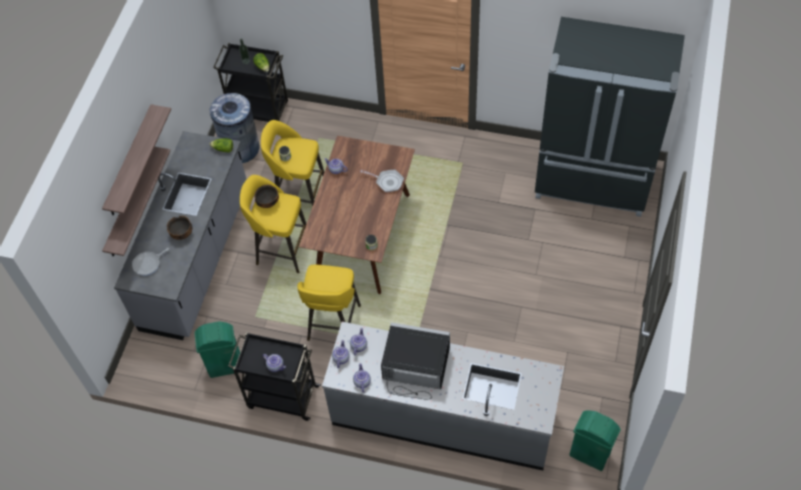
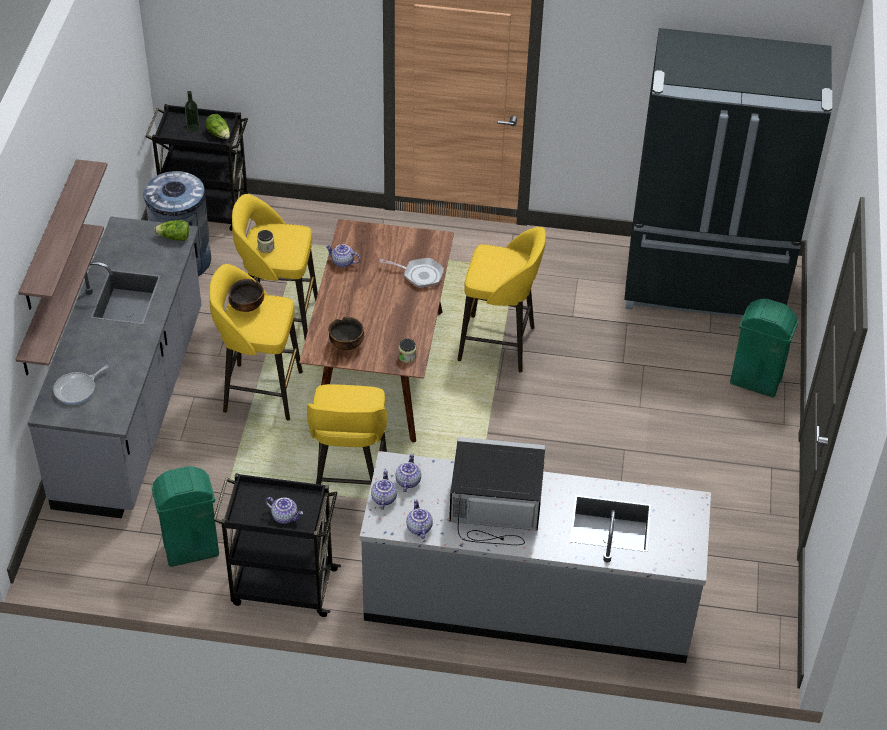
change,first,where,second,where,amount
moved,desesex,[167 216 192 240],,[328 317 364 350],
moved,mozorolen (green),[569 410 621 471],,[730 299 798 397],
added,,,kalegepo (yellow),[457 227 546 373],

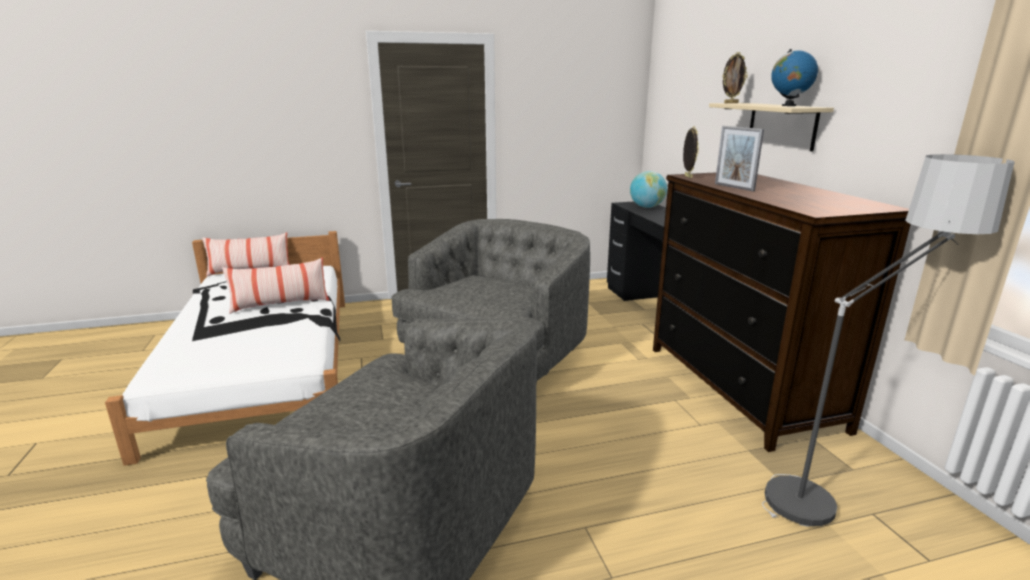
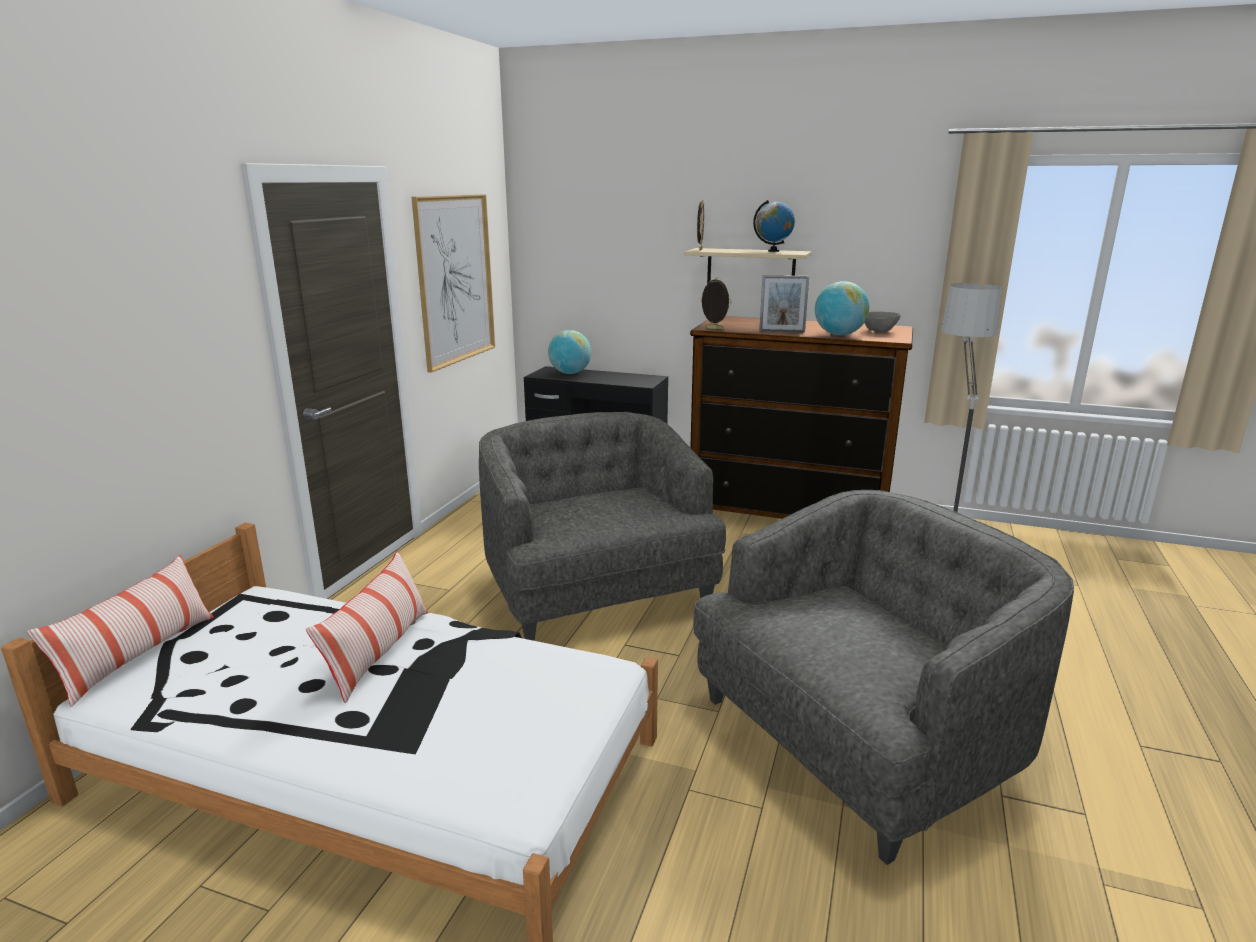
change,first,where,second,where,amount
added,,,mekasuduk,[412 194 495 373],
added,,,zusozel,[815 281 869 335],
added,,,desesex (grey),[865 311 901 332],

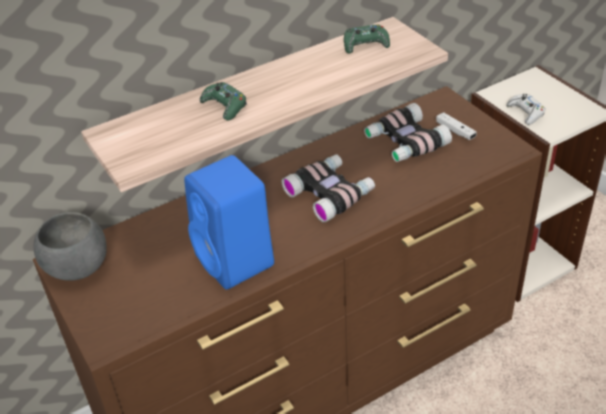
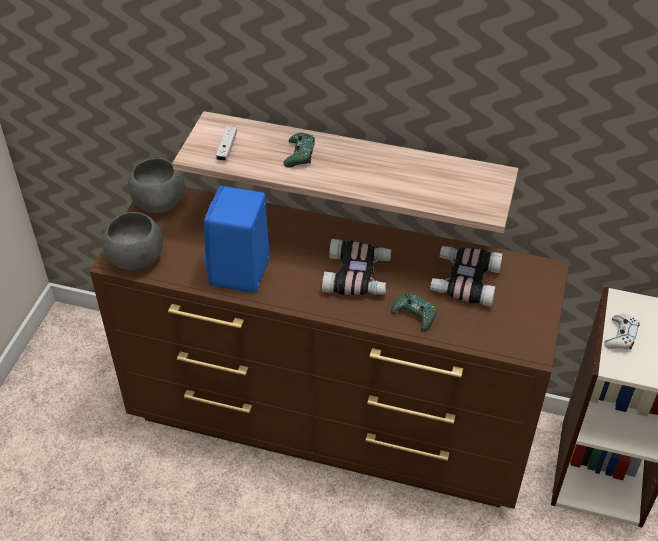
change,first,where,second,where,amount
moved,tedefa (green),[344 25 390 54],,[391 293 437 331],
moved,tedefa (white),[436 112 477 140],,[216 126 237 161],
added,,,desesex (grey),[102 212 163 270],

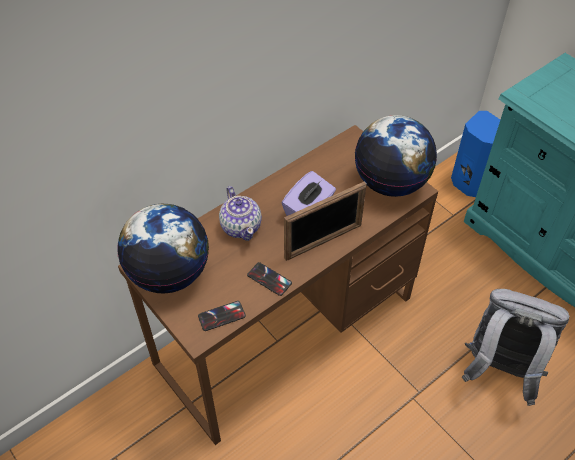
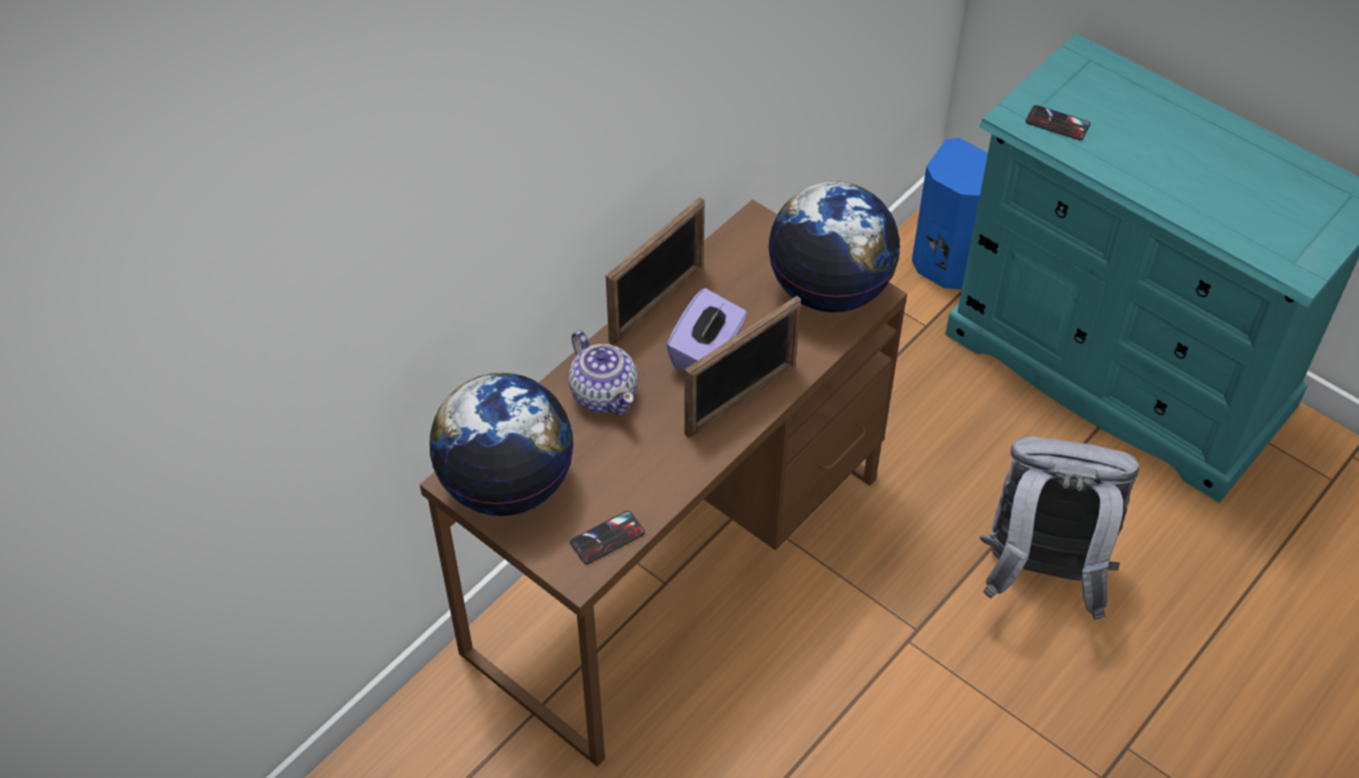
change,first,where,second,where,amount
moved,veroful,[247 262 292 296],,[1026 105 1090 140],
added,,,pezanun,[606 197 705 345],

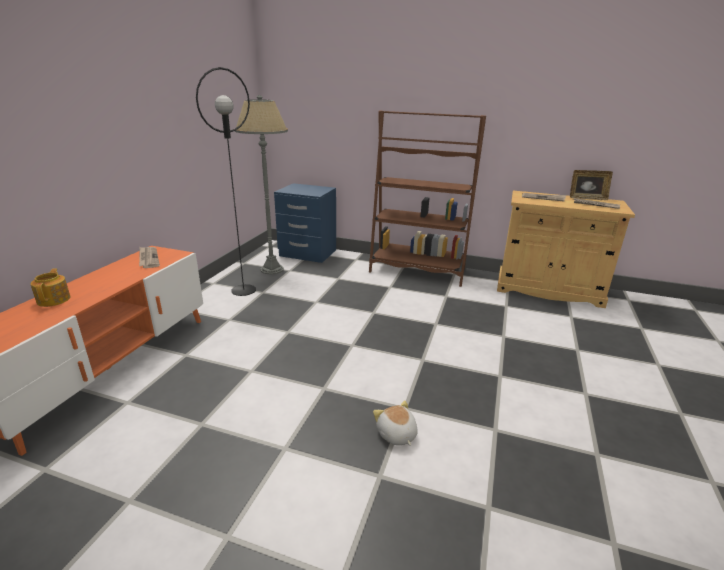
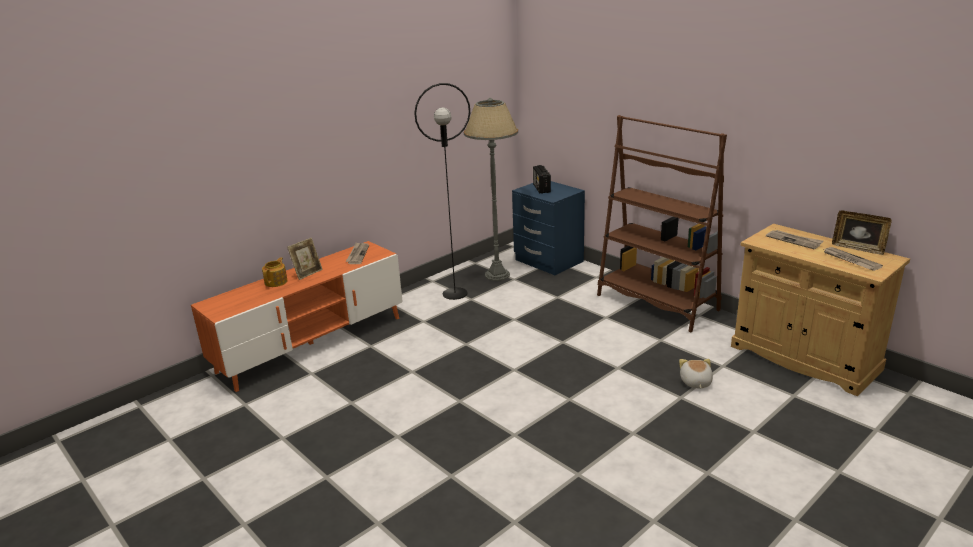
change,first,where,second,where,amount
moved,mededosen,[373 400 418 446],,[679 359 713 389],
added,,,pezanun,[287 238 323 280],
added,,,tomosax,[533 165 551 194],

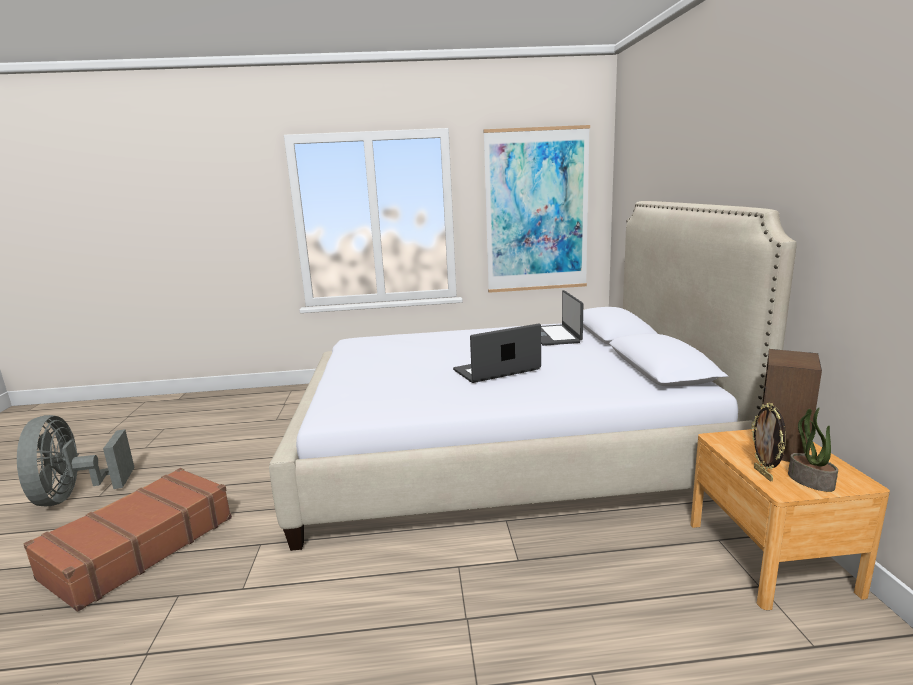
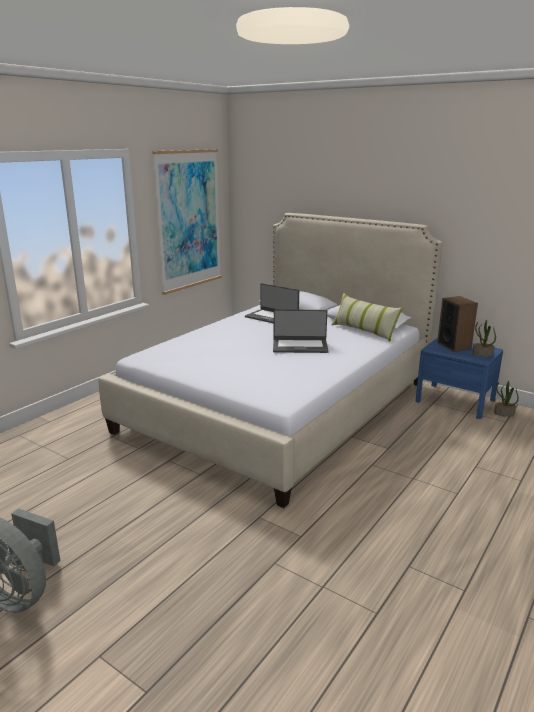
change,first,where,second,where,amount
removed,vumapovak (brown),[24 468 232 612],,,
turned,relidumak,[453 323 541 383],,[273 309 329 353],105 degrees counterclockwise
recoloured,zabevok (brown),[690 429 890 610],zabevok (blue),[416 337 503 419],
removed,pezanun,[751 403 786 481],,,
added,,,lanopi,[332 293 403 341],
added,,,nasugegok,[494 381 519 417],

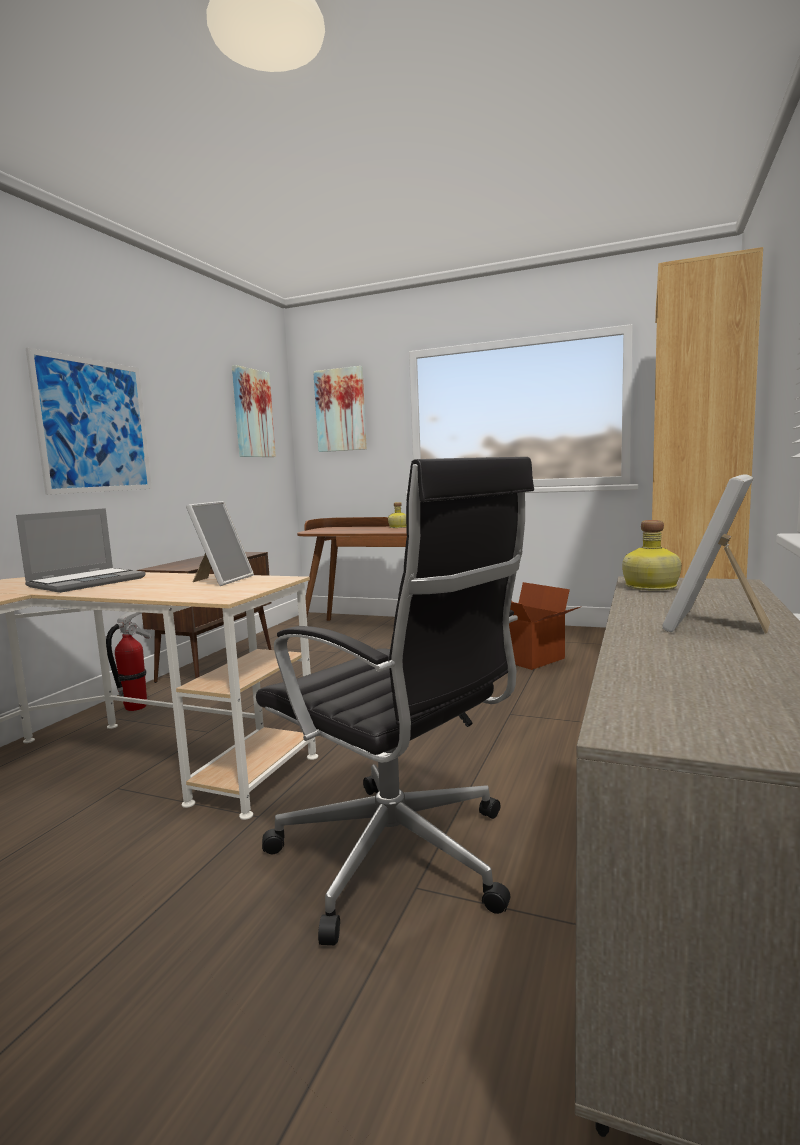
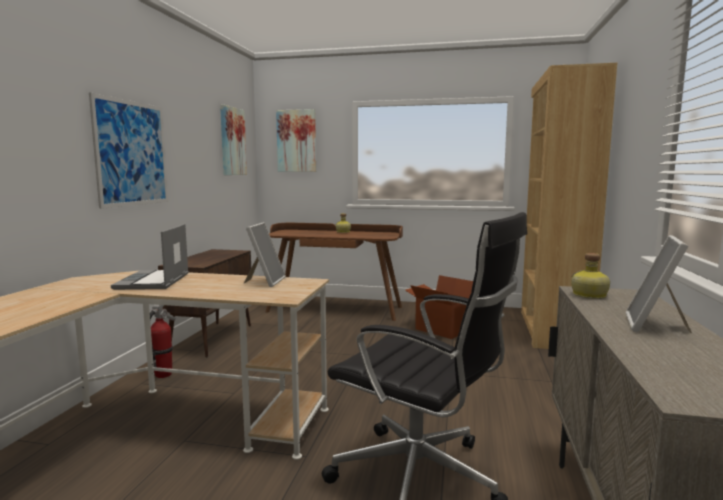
change,first,where,second,where,amount
turned,relidumak,[16 508 146 593],,[111 224 189 290],150 degrees clockwise

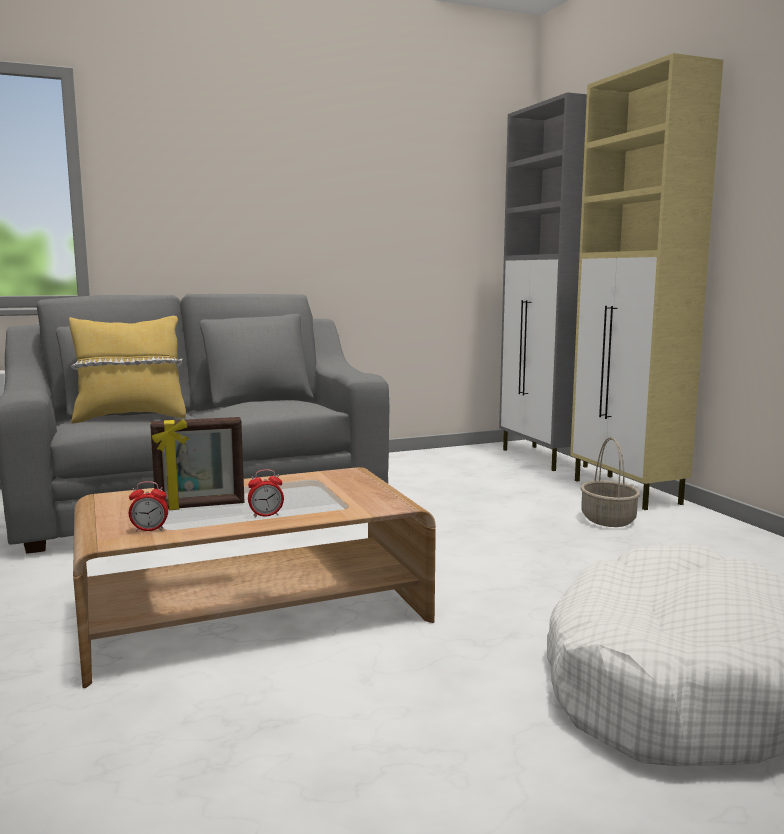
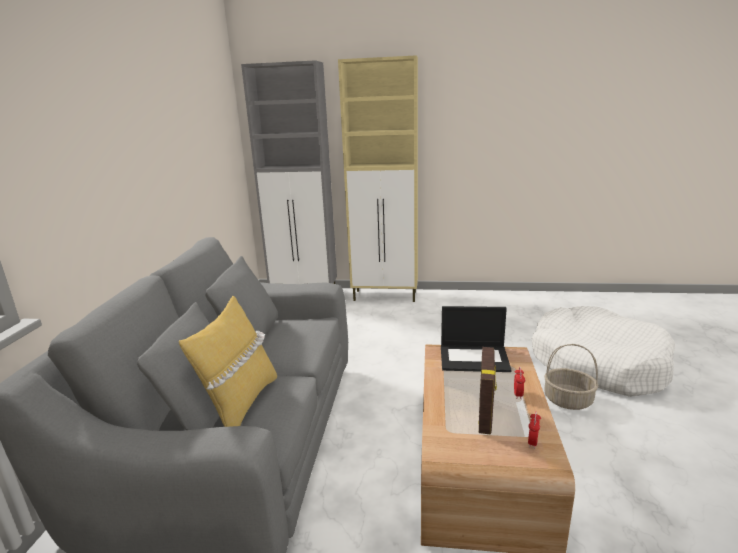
change,first,where,second,where,amount
moved,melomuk,[580 437 640 527],,[544 344 598 410],
added,,,relidumak,[441 306 512 372],

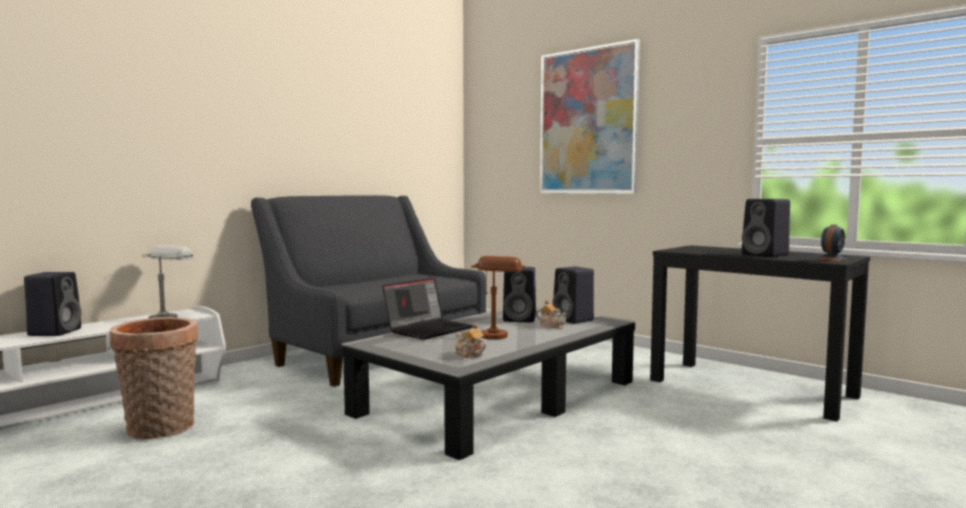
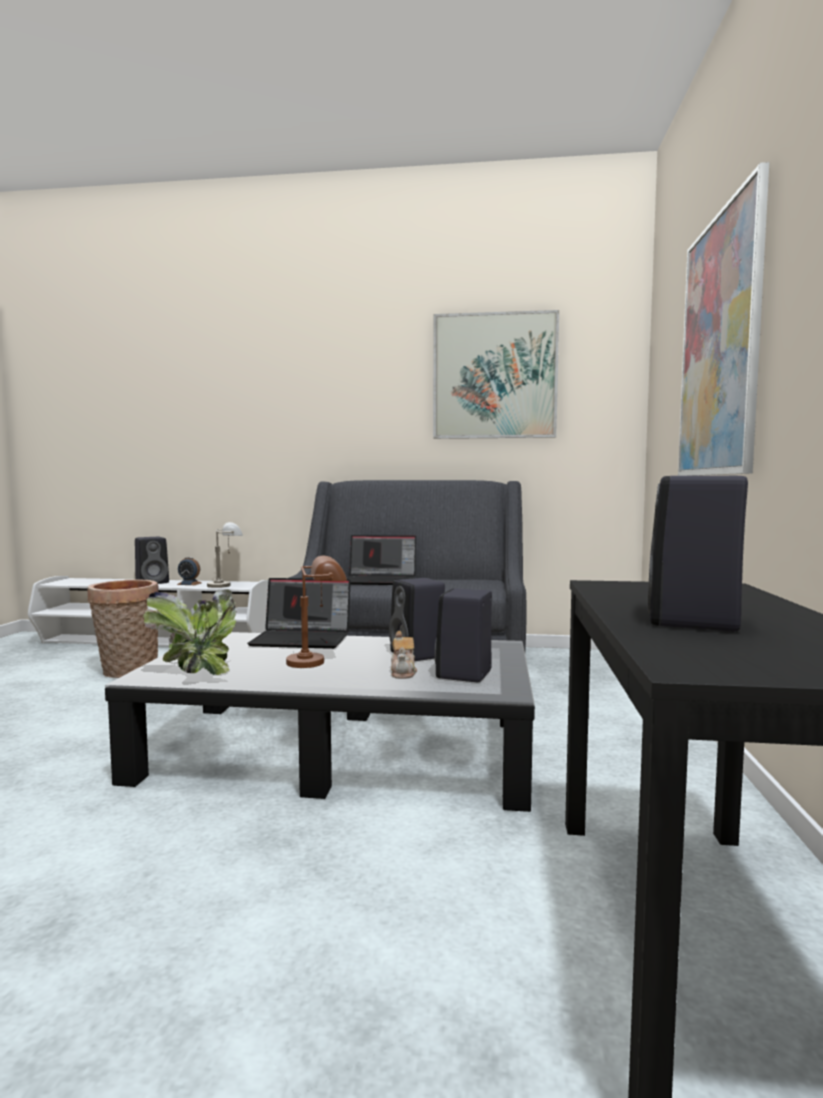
change,first,where,second,where,amount
replaced,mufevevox,[455 323 487 358],nasugegok,[143 589 237 675],
moved,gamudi,[817 224 846 262],,[177 557 201 585],
added,,,relidumak,[347 535 416 585],
added,,,mekasuduk,[433 310 559 439],

